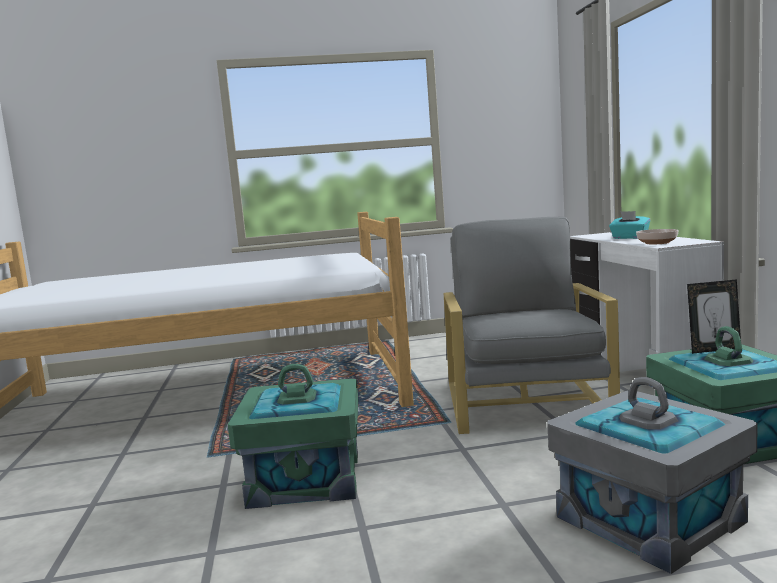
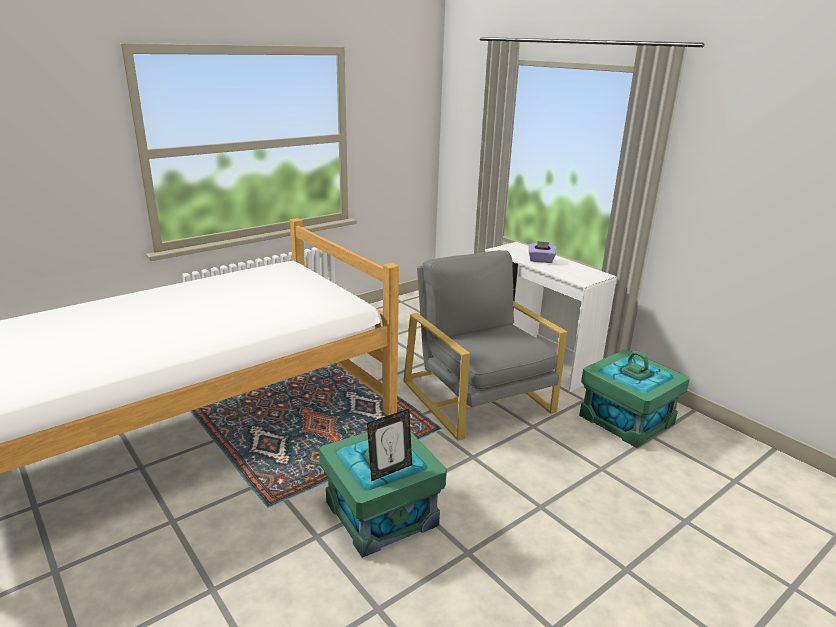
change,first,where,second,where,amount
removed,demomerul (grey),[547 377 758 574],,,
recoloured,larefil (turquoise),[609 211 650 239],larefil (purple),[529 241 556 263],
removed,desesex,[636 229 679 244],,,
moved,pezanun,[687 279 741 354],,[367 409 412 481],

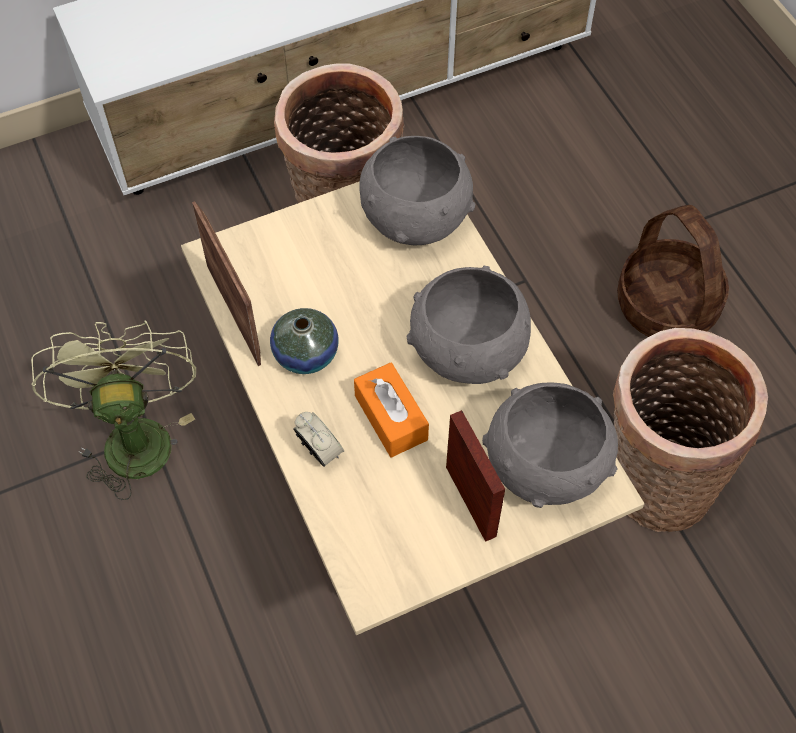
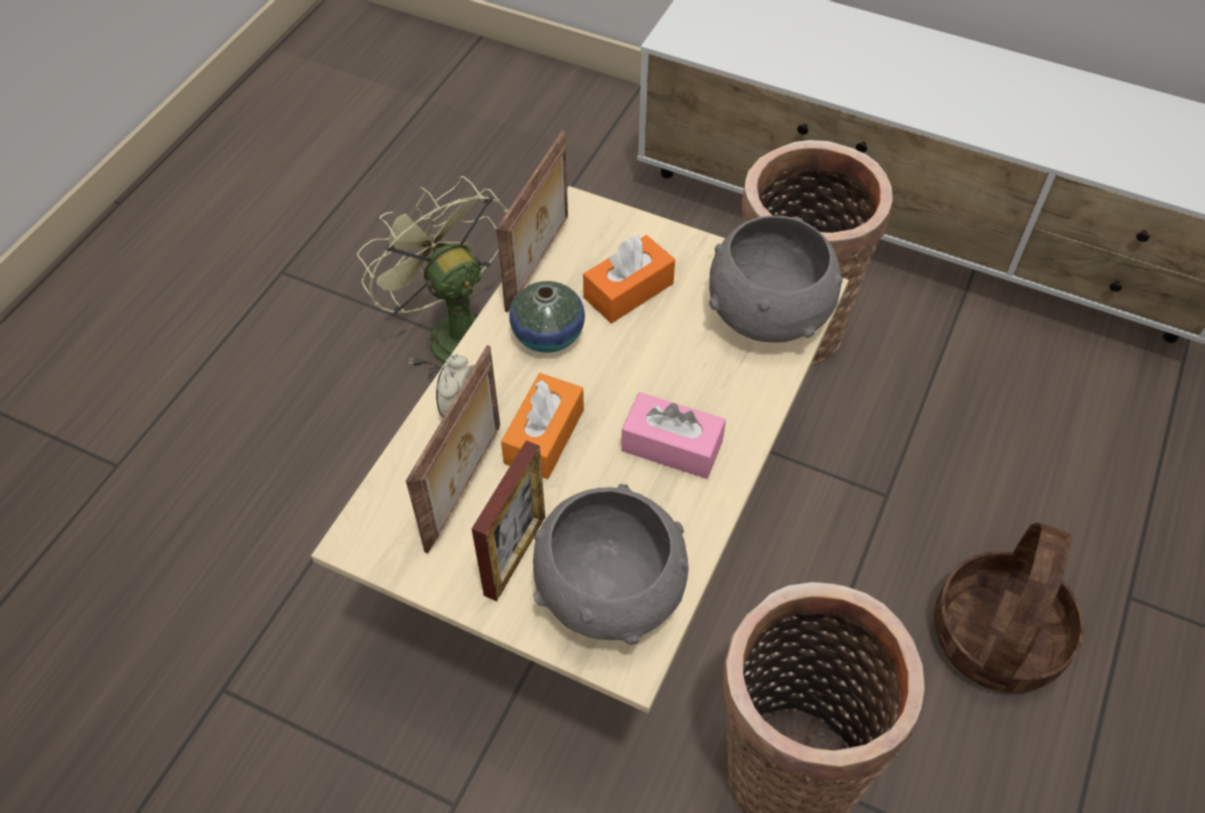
change,first,where,second,where,amount
turned,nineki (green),[31 320 196 500],,[357 176 508 381],75 degrees counterclockwise
replaced,desesex (grey),[407 266 531 384],larefil (pink),[621 392 726 479],
added,,,pezanun,[406 345 500 554],
added,,,larefil (orange),[583 235 675 323],

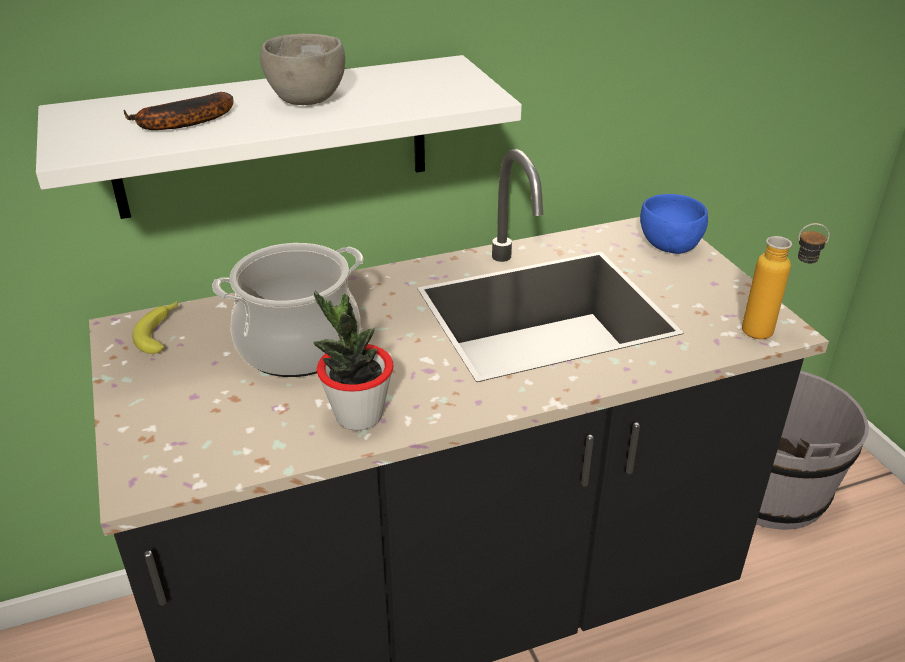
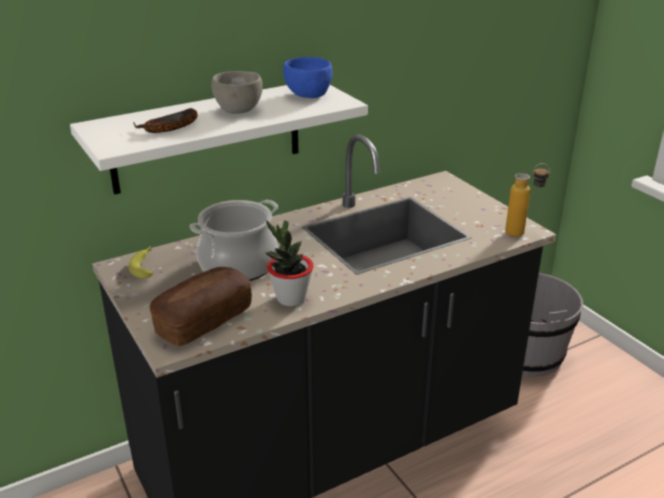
change,first,where,second,where,amount
moved,desesex (blue),[640 194 708 254],,[283 57 332 98],
added,,,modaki,[150 267 252 346],

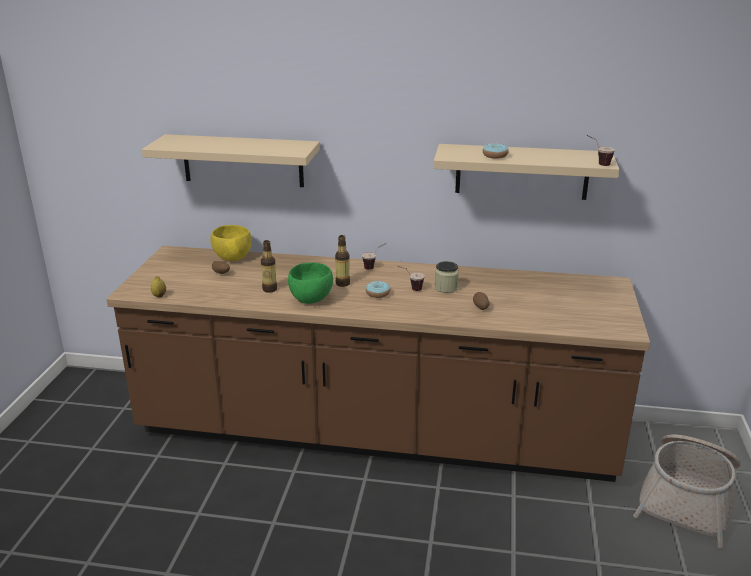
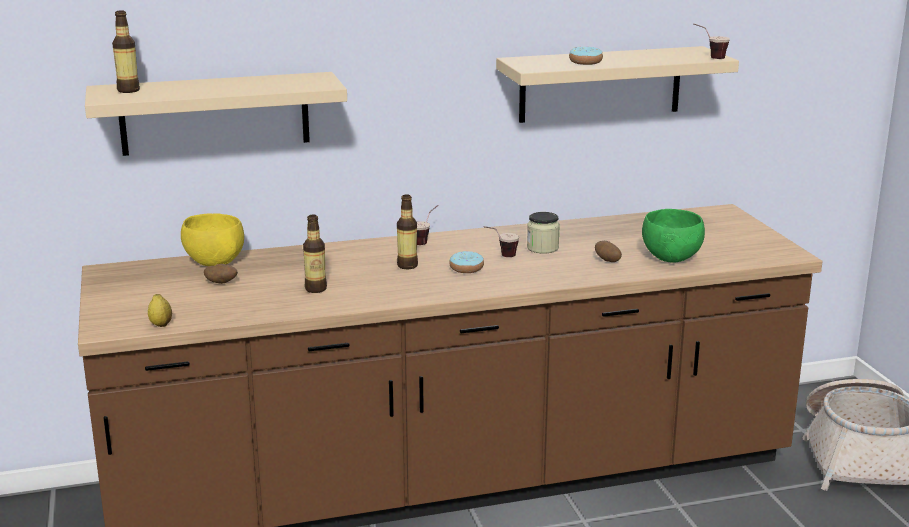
change,first,where,second,where,amount
moved,desesex (green),[288 263 333 304],,[642 209 705 263],
added,,,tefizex,[112 10 140 93],

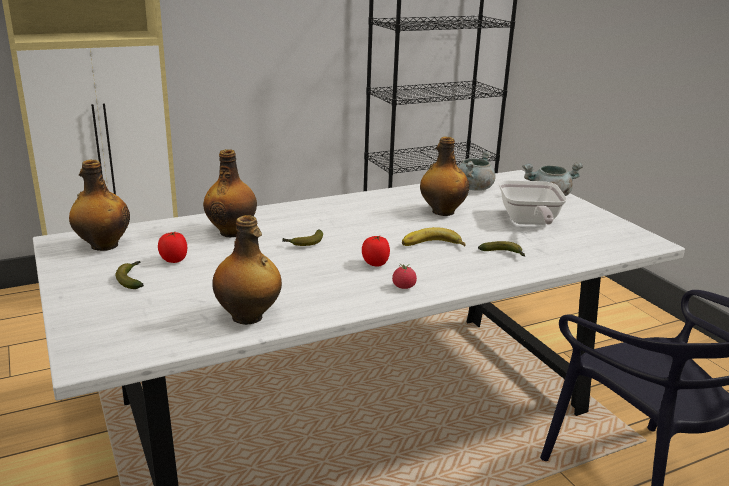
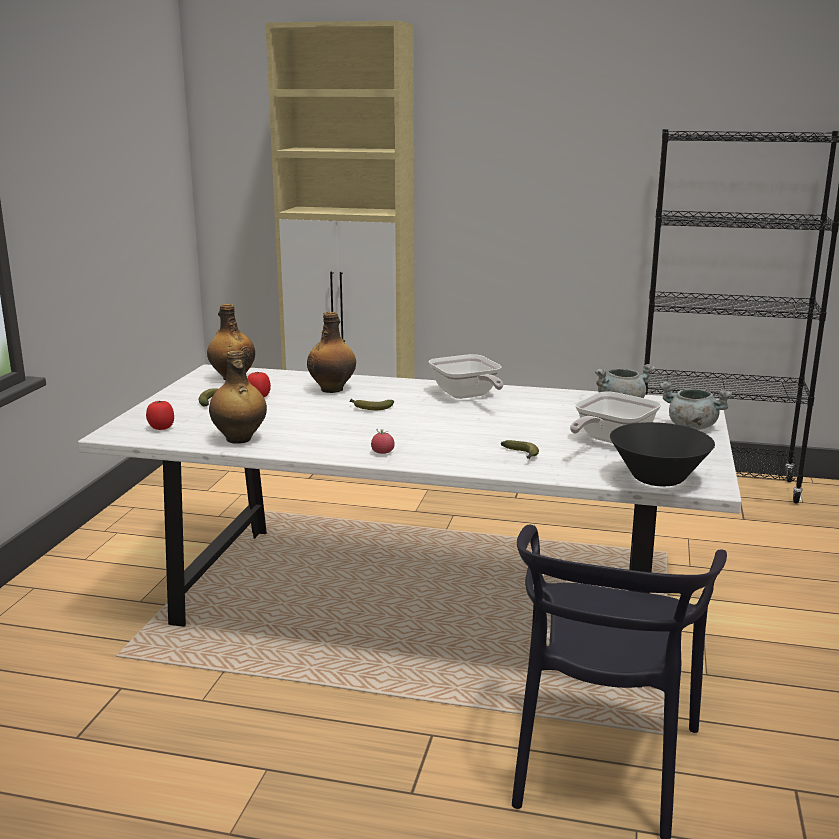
change,first,where,second,where,amount
moved,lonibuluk,[362 236 390 267],,[146 400 174 430],
removed,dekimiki,[402 227 466 246],,,
removed,tefizex,[420 137 469 216],,,
added,,,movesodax,[429 354 504 399],
added,,,desesex (black),[610 422 715 486],

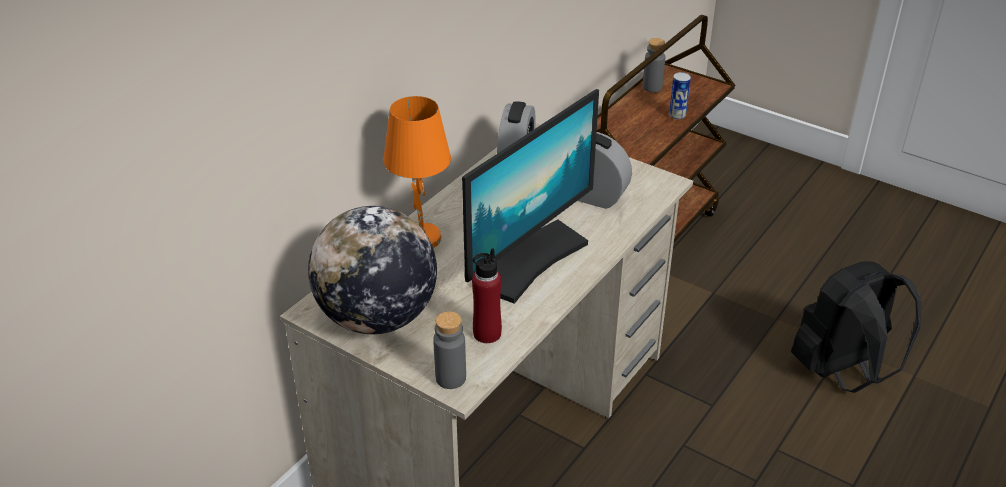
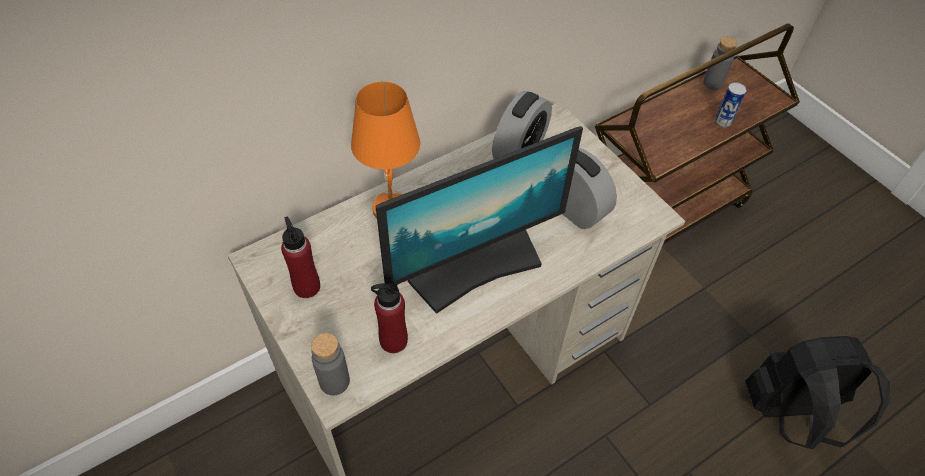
change,first,where,second,where,amount
replaced,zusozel,[308 206 437 334],tefizex (red),[281 216 320 298],

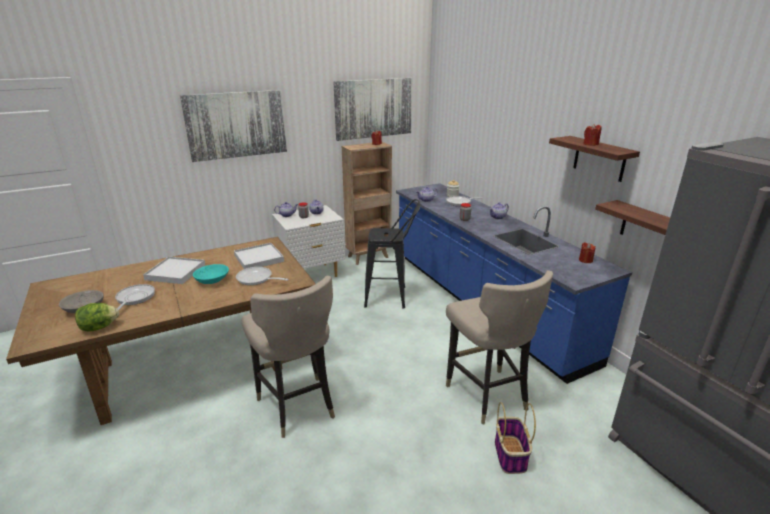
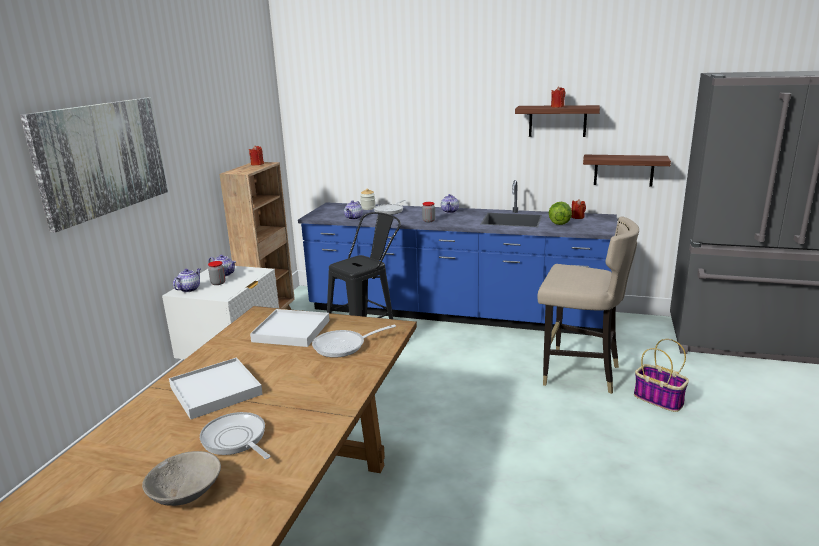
change,first,where,second,where,amount
moved,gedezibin,[75 303 119 332],,[549 202 572 225],
removed,desesex (turquoise),[193 264 229 284],,,
removed,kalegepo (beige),[242 276 335 438],,,
removed,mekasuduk,[333 78 412 141],,,

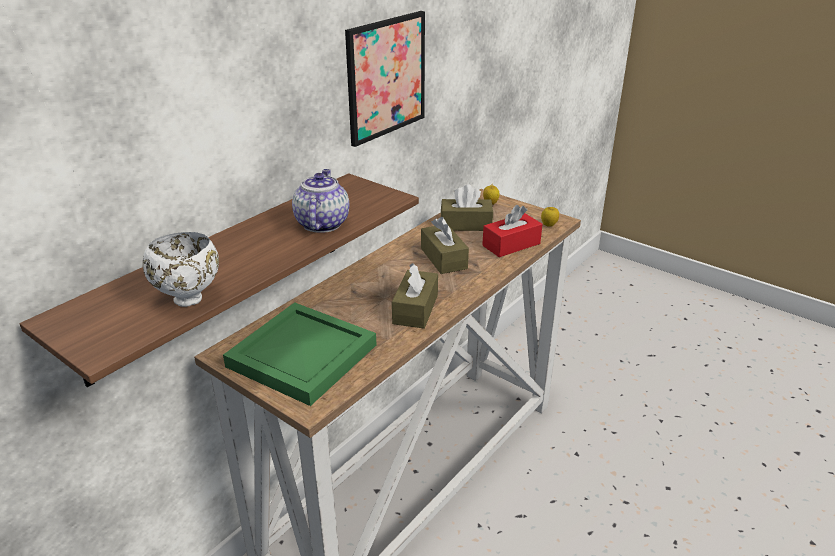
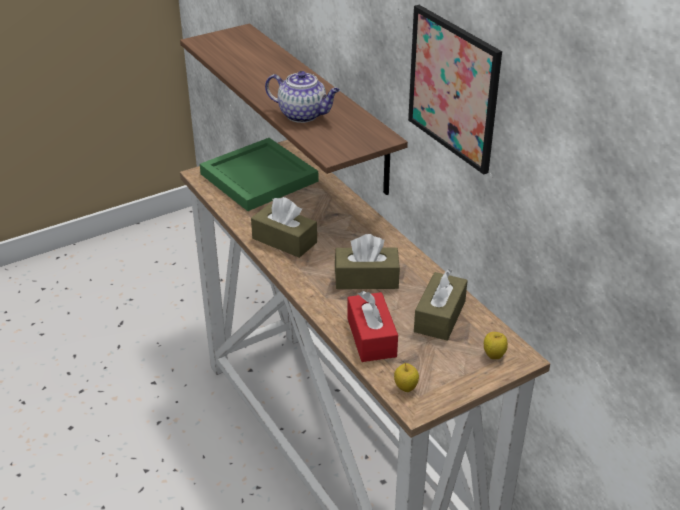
change,first,where,second,where,amount
removed,desesex (white),[143 232 219 307],,,

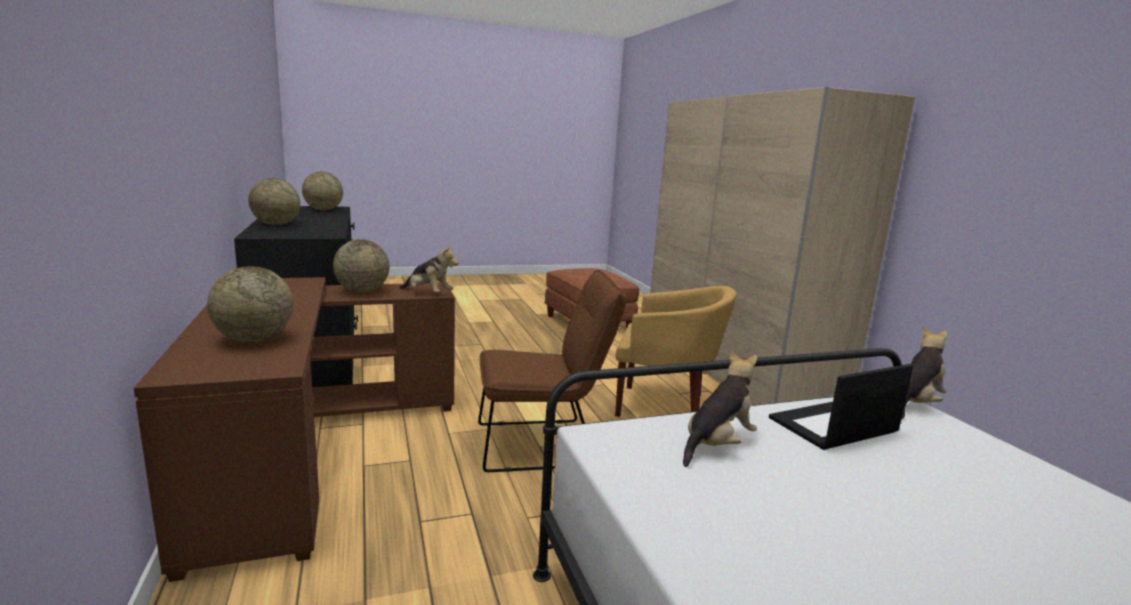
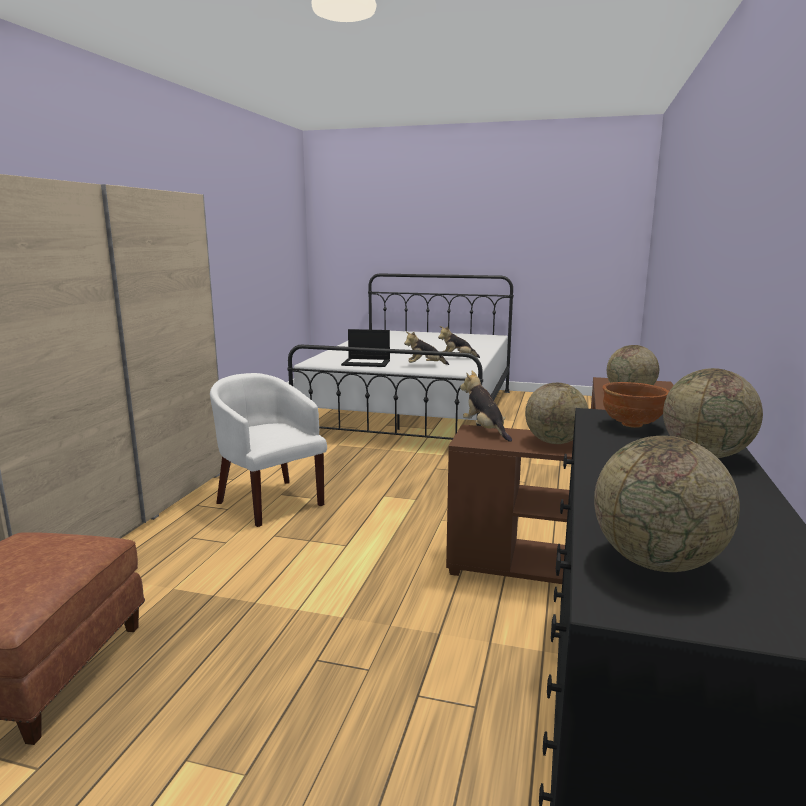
change,first,where,second,where,amount
removed,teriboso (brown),[478 270 627 472],,,
recoloured,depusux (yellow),[615 286 737 417],depusux (white),[210 373 327 527],
moved,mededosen,[901 327 947 419],,[438 326 480 358],
added,,,desesex (brown),[602 382 669 428],

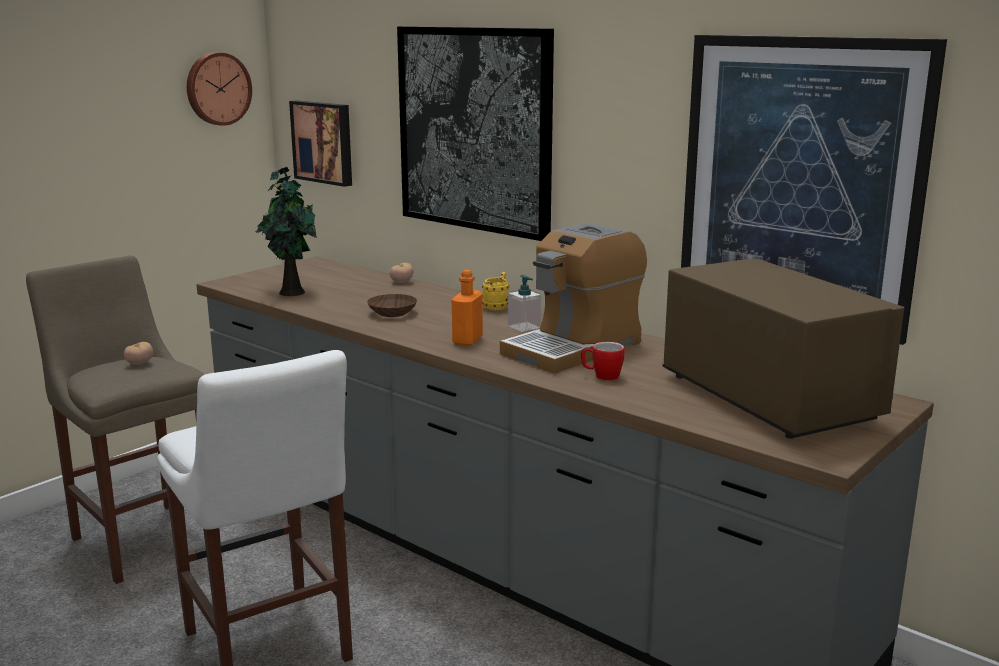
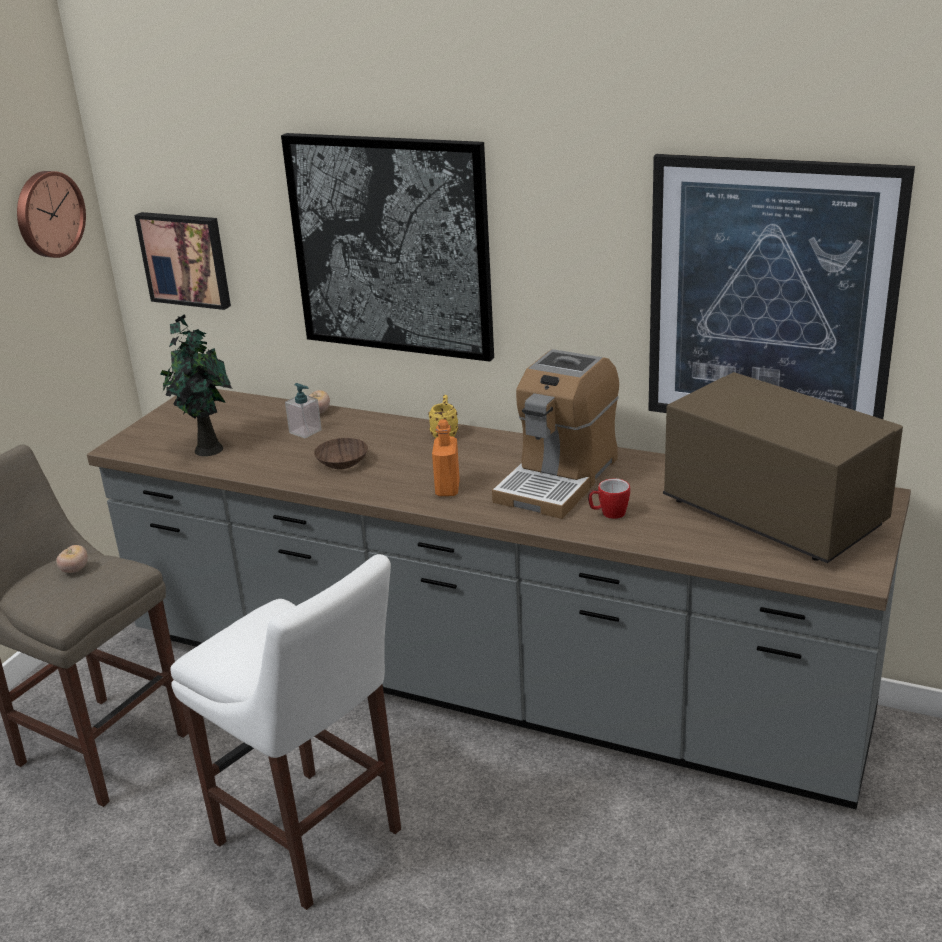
change,first,where,second,where,amount
moved,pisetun,[508 275 541 332],,[285 383 322 439],

